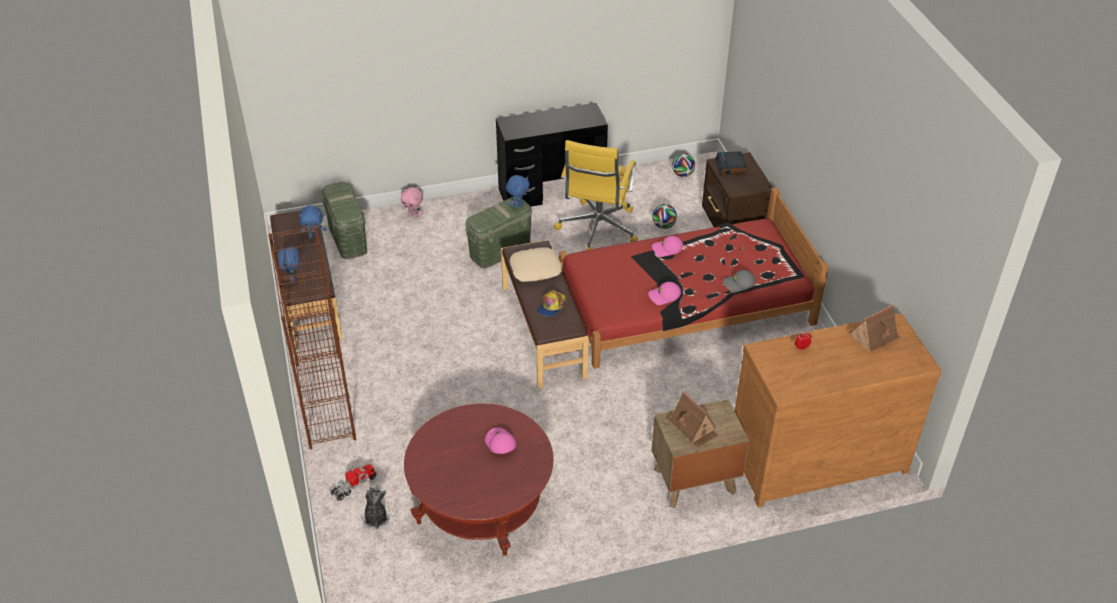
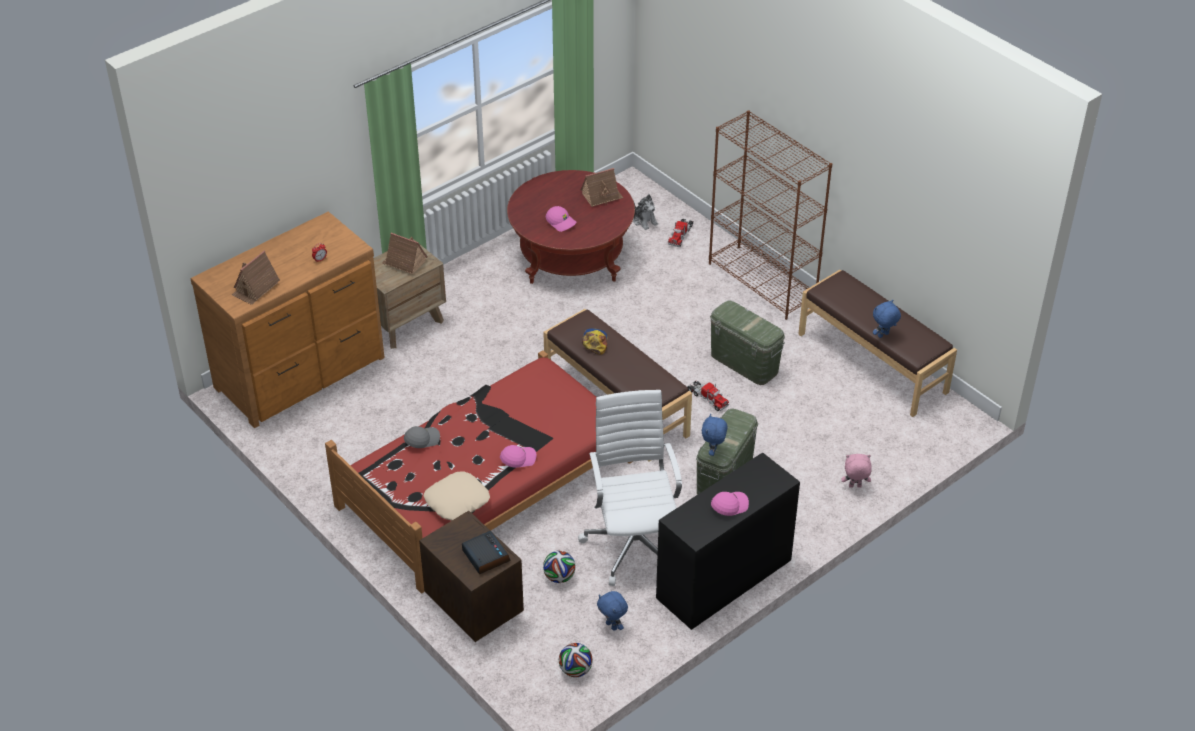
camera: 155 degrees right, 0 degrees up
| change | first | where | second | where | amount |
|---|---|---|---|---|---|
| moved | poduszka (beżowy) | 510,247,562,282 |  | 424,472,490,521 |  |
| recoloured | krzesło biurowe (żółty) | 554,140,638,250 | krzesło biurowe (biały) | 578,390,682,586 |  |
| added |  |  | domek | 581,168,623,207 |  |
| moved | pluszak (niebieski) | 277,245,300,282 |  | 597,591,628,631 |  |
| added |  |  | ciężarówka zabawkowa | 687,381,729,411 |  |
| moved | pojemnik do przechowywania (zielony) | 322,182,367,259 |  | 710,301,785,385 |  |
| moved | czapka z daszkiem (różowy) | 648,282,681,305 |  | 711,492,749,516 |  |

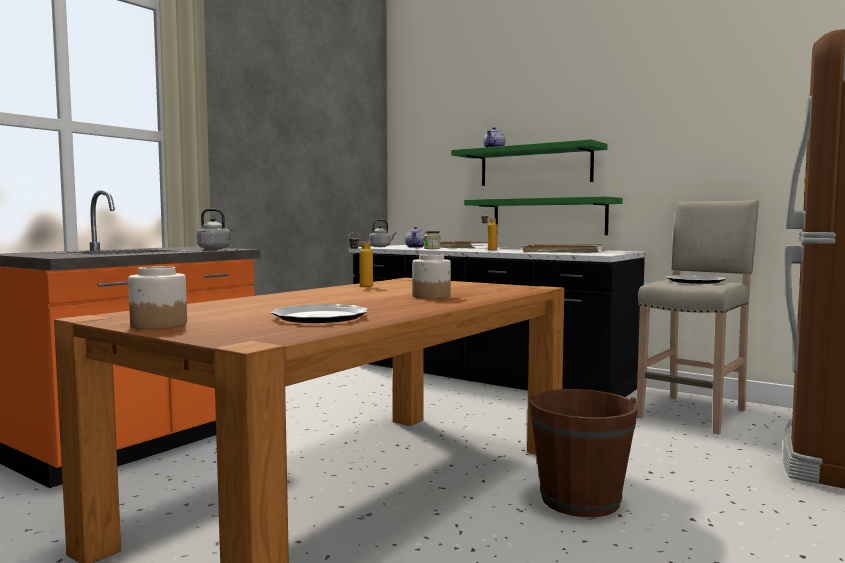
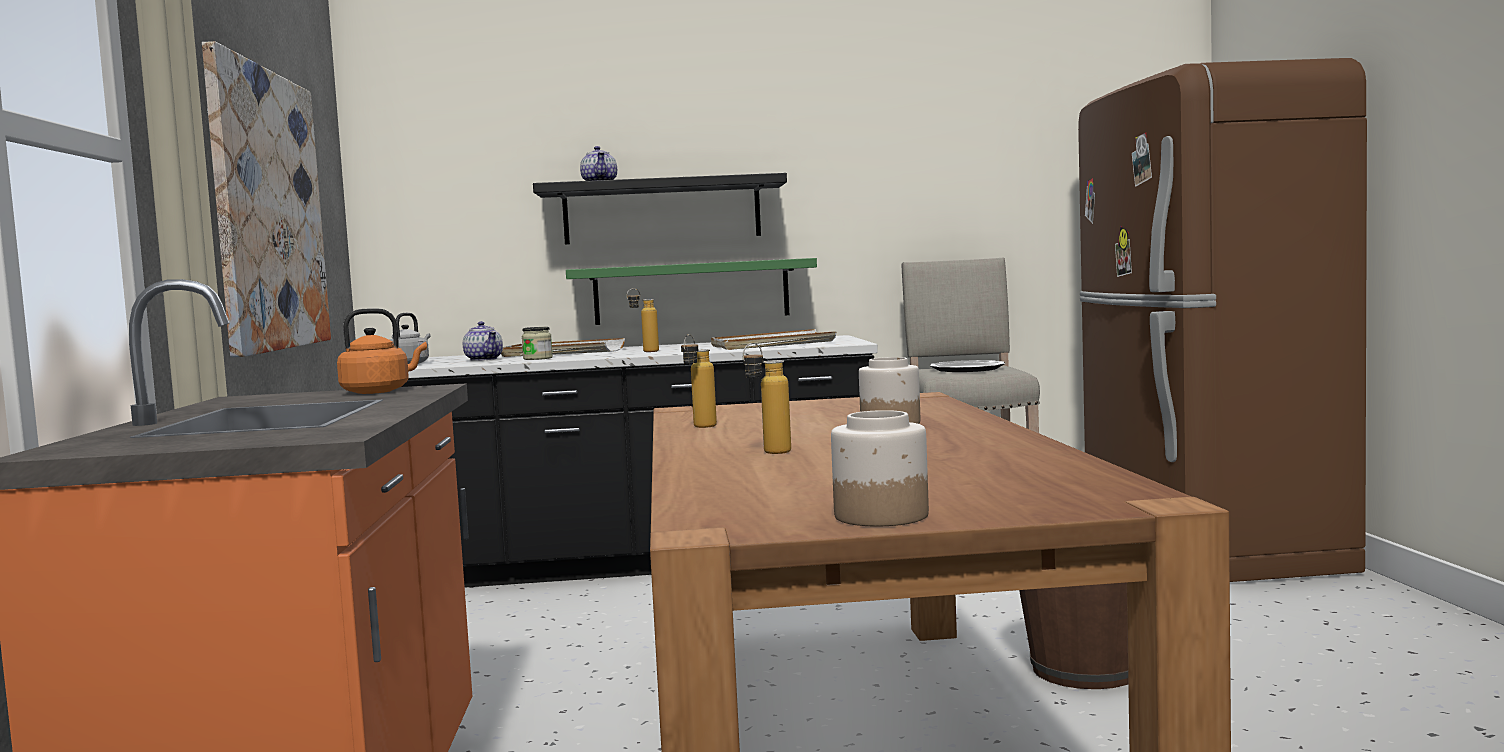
camera: 40 degrees left, 0 degrees up
| change | first | where | second | where | amount |
|---|---|---|---|---|---|
| added |  |  | obraz | 202,41,331,357 |  |
| recoloured | czajnik (szary) | 197,209,236,249 | czajnik (pomarańczowy) | 337,308,427,394 |  |
| recoloured | półka (zielony) | 451,139,608,186 | półka (czarny) | 533,173,787,245 |  |
| added |  |  | butelka | 743,343,791,454 |  |
| removed | talerz | 271,304,368,323 |  |  |  |

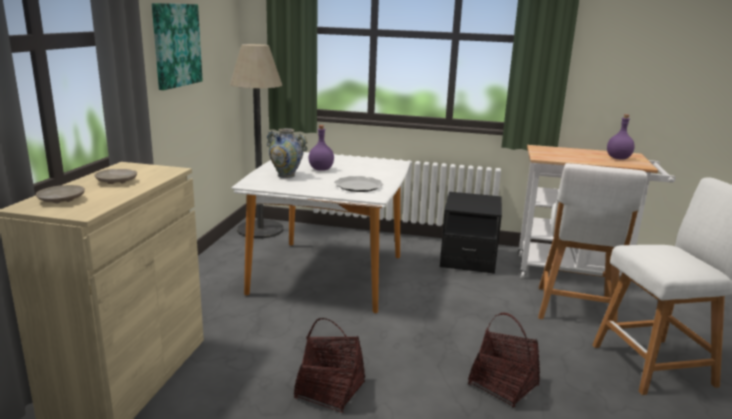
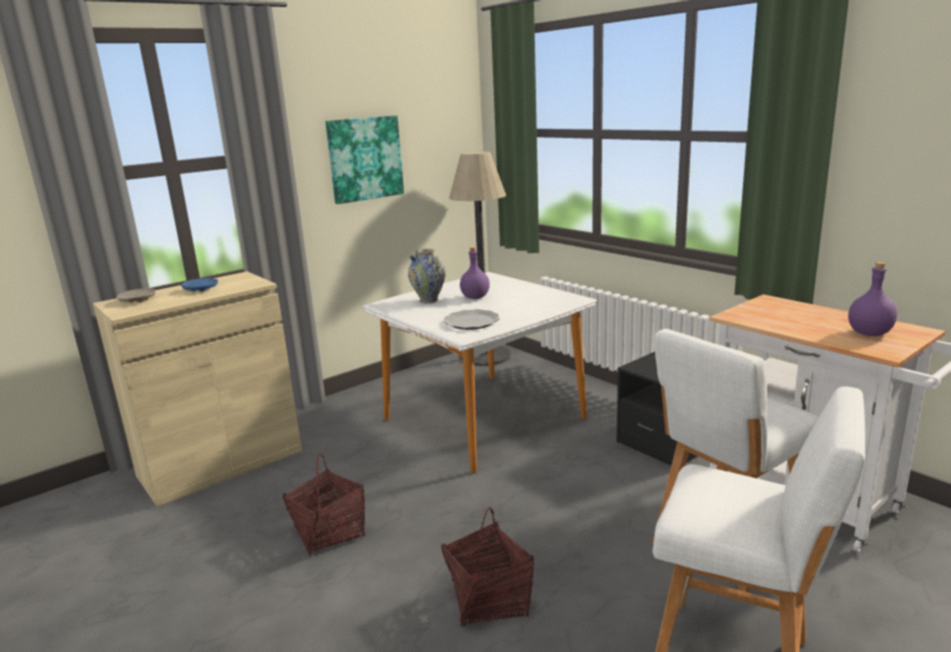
camera: 40 degrees right, 0 degrees up
| change | first | where | second | where | amount |
|---|---|---|---|---|---|
| recoloured | talerz (beżowy) | 95,169,137,184 | talerz (niebieski) | 181,278,218,292 |  |

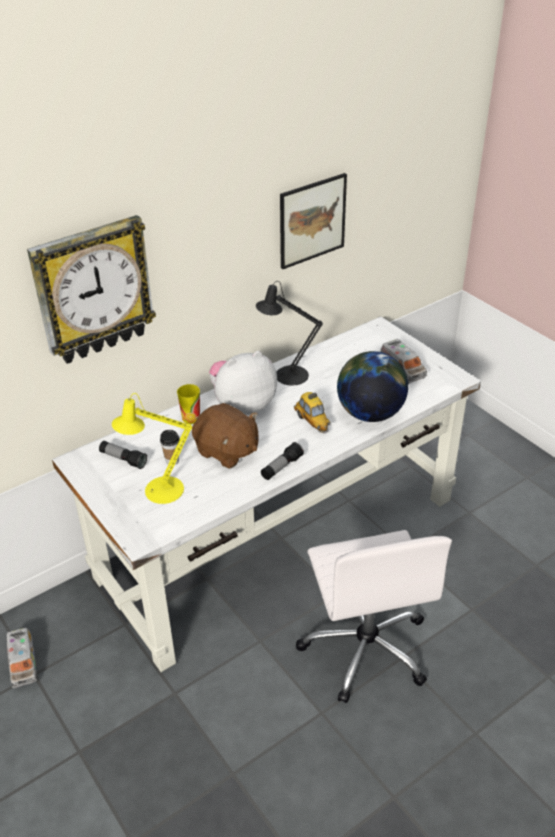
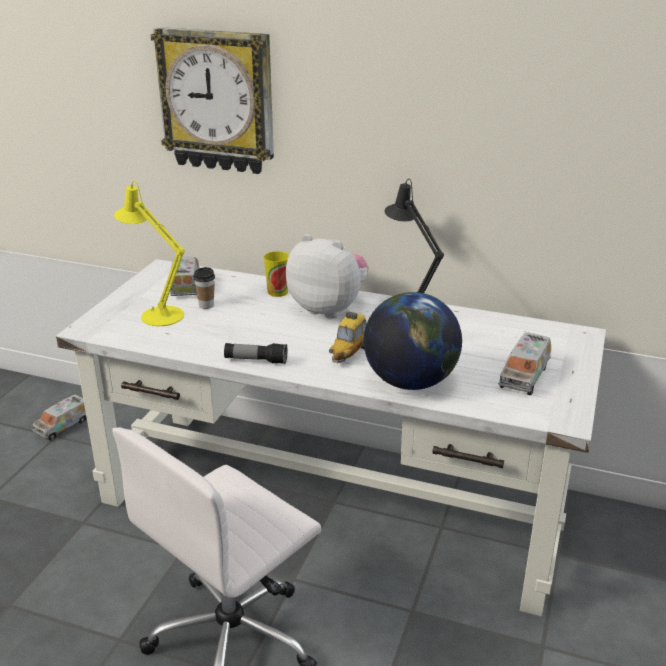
camera: 55 degrees right, 10 degrees down
| change | first | where | second | where | amount |
|---|---|---|---|---|---|
| replaced | latarka | 99,441,147,469 | ciężarówka zabawkowa | 170,256,200,296 |  |
| removed | pluszak (brązowy) | 192,403,258,469 |  |  |  |
| removed | obraz | 280,173,347,269 |  |  |  |

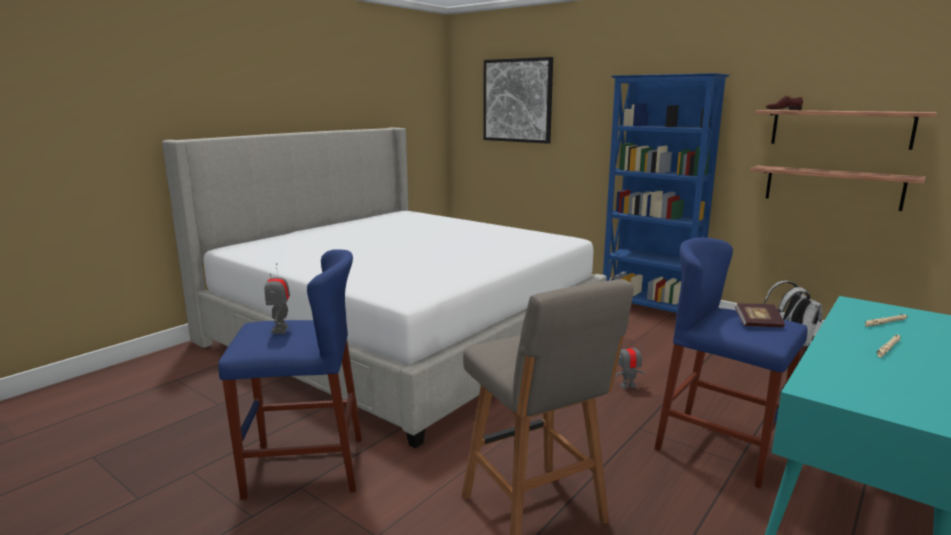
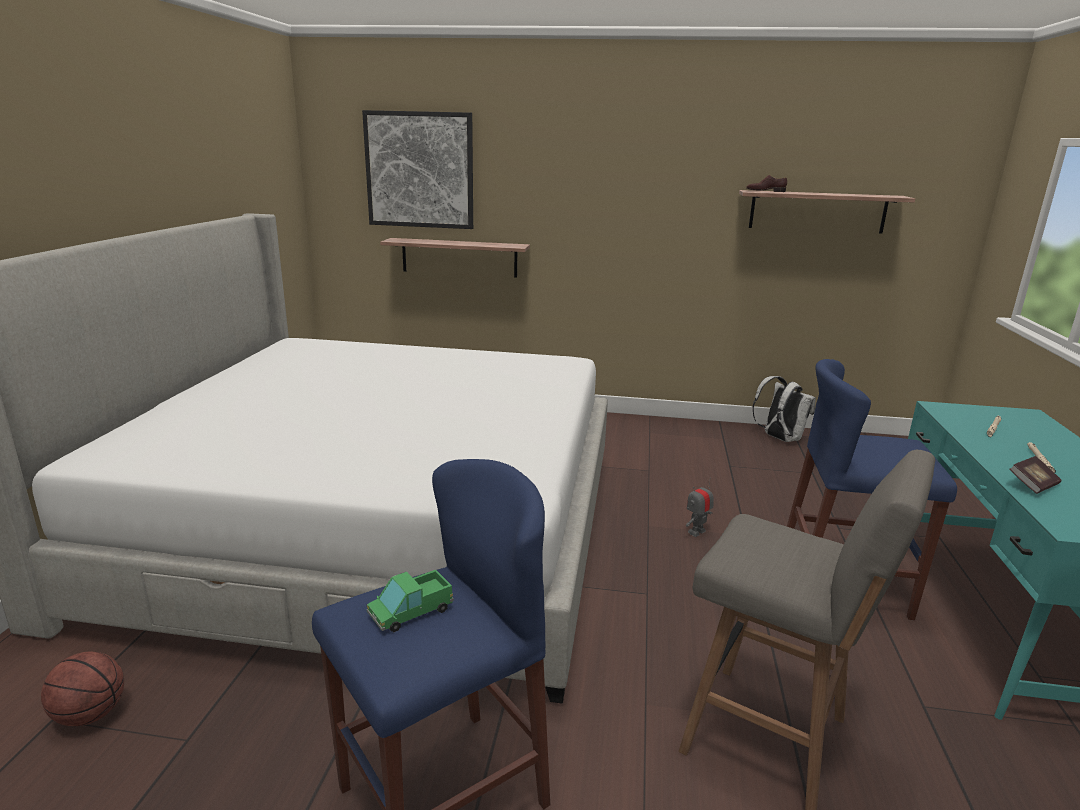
camera: 30 degrees left, 5 degrees up
| change | first | where | second | where | amount |
|---|---|---|---|---|---|
| added |  |  | piłka do koszykówki | 41,652,124,726 |  |
| replaced | robot zabawkowy | 264,263,290,334 | ciężarówka zabawkowa | 367,570,454,632 |  |
| moved | półka | 750,166,926,211 |  | 380,238,530,278 |  |
| moved | książka | 735,303,785,327 |  | 1010,456,1061,494 |  |
| removed | regał (niebieski) | 603,73,730,313 |  |  |  |

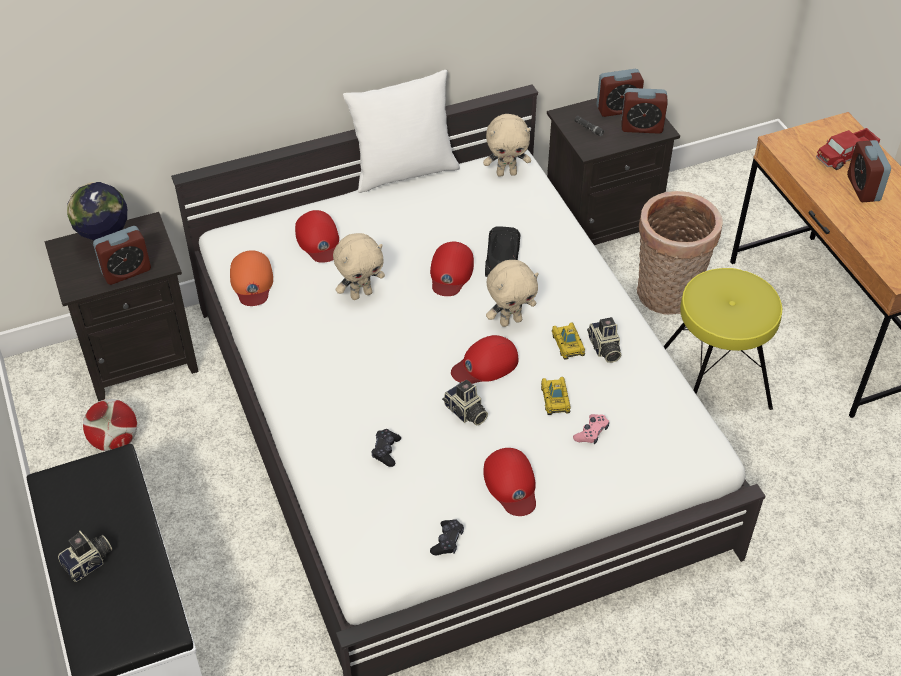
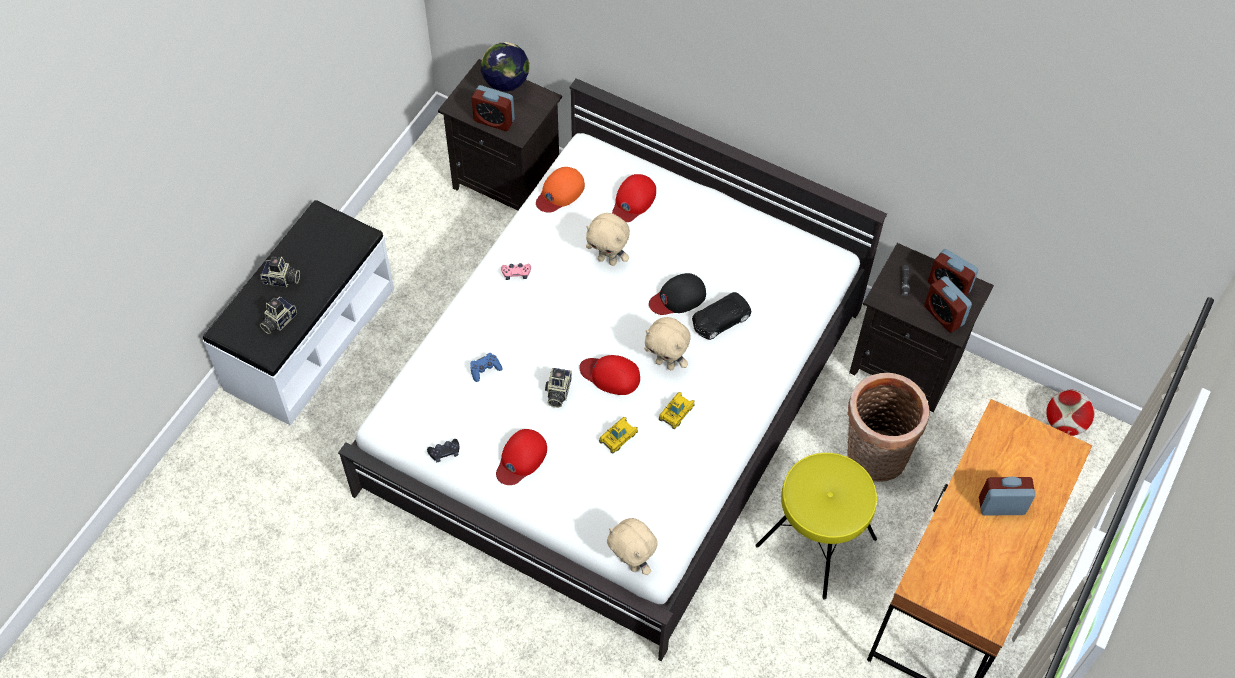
camera: 50 degrees right, 10 degrees up
| change | first | where | second | where | amount |
|---|---|---|---|---|---|
| moved | aparat fotograficzny | 587,317,621,363 |  | 260,297,297,334 |  |
| recoloured | pad do gier (czarny) | 371,429,401,467 | pad do gier (niebieski) | 470,353,503,382 |  |
| moved | pad do gier (różowy) | 573,414,609,444 |  | 501,263,531,280 |  |
| moved | pluszak (beżowy) | 483,114,531,177 |  | 607,518,658,575 |  |
| recoloured | czapka z daszkiem (czerwony) | 430,242,474,296 | czapka z daszkiem (czarny) | 649,273,706,315 |  |
| turned | budzik | 847,140,891,202 |  | 979,477,1035,516 | 45 degrees clockwise |
| moved | piłka futbolowa | 83,399,137,451 |  | 1046,390,1094,436 |  |
| removed | poduszka (biały) | 343,70,460,193 |  |  |  |
| removed | ciężarówka zabawkowa | 816,128,880,170 |  |  |  |

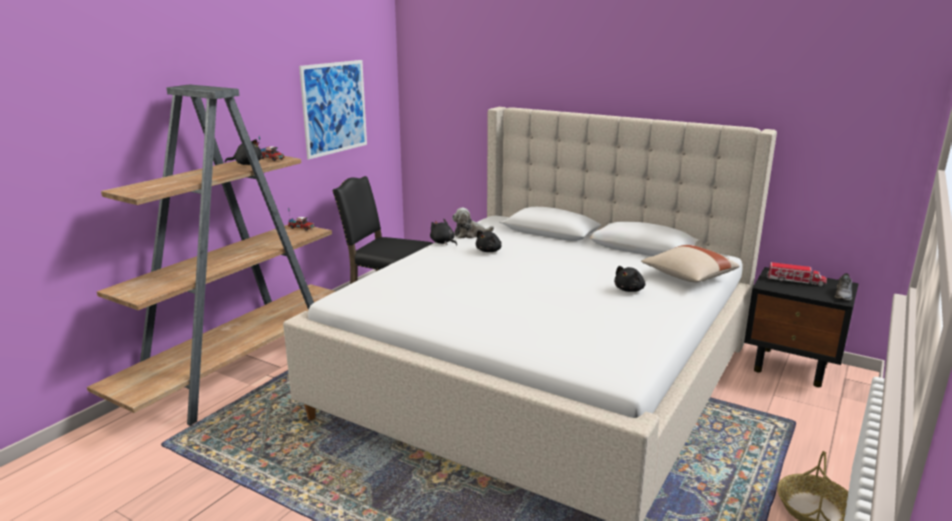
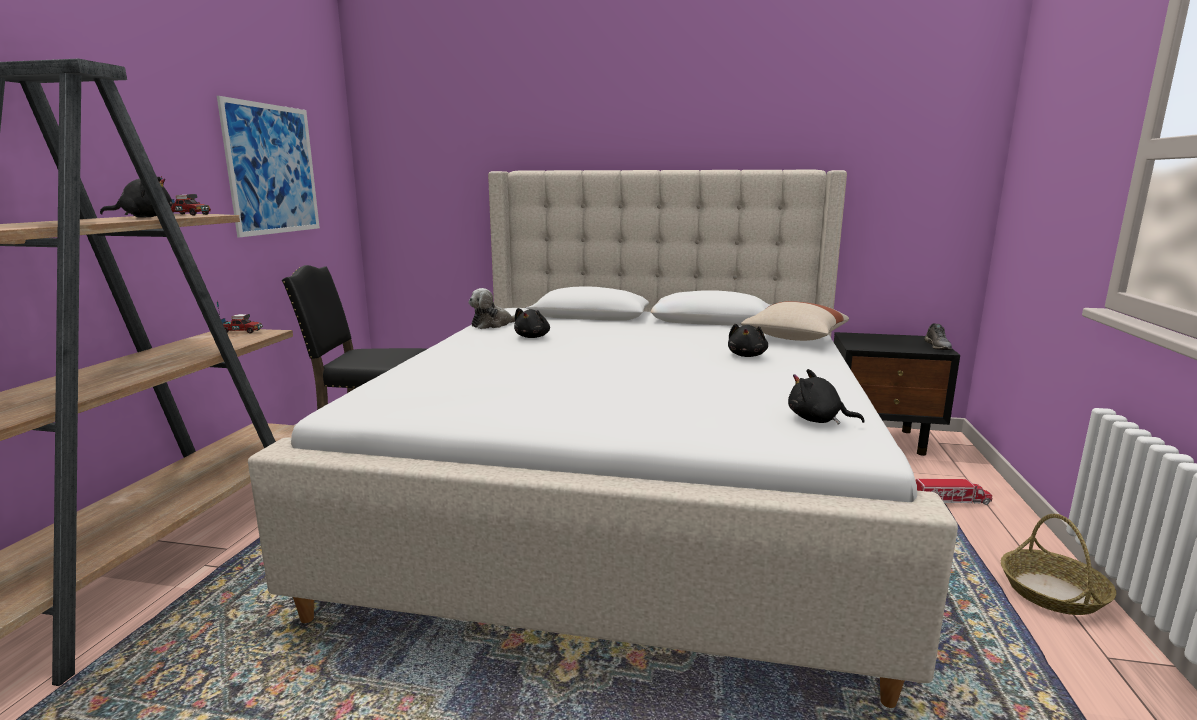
camera: 20 degrees left, 5 degrees down
| change | first | where | second | where | amount |
|---|---|---|---|---|---|
| moved | pluszak (czarny) | 430,219,457,245 |  | 788,369,865,425 |  |
| moved | ciężarówka zabawkowa | 767,262,827,286 |  | 916,479,992,505 |  |

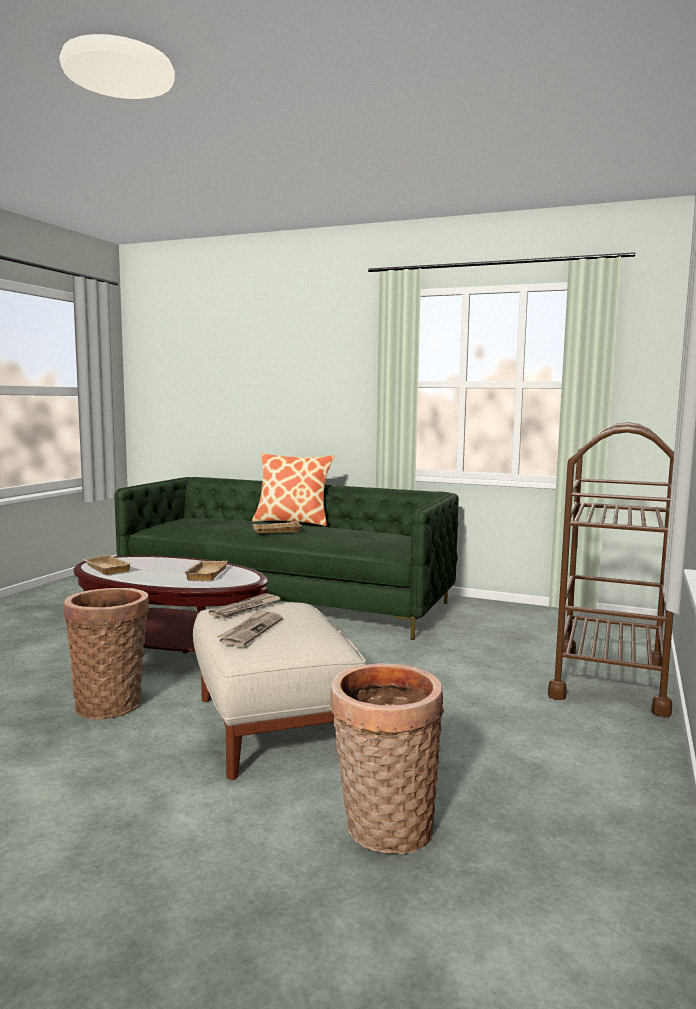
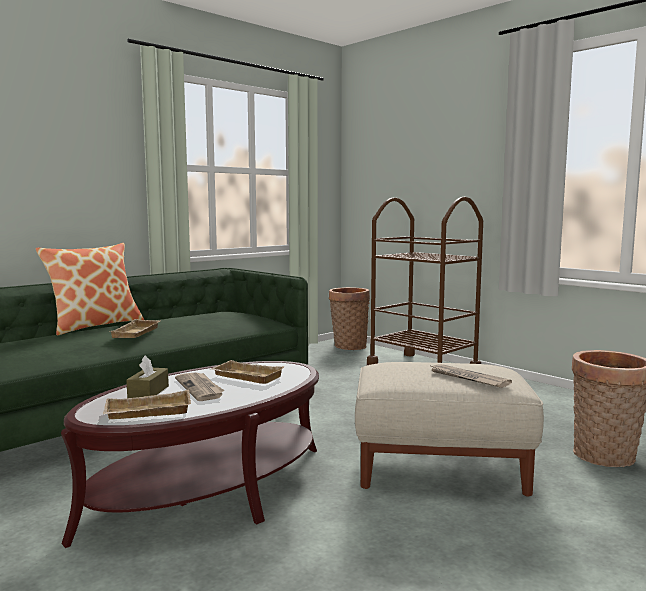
camera: 65 degrees left, 0 degrees up
| change | first | where | second | where | amount |
|---|---|---|---|---|---|
| added |  |  | pudełko chusteczek (brązowy) | 126,355,169,398 |  |
| moved | gazeta | 209,594,280,618 |  | 175,372,224,401 |  |
| moved | koszyk | 64,588,149,720 |  | 329,287,370,350 |  |

